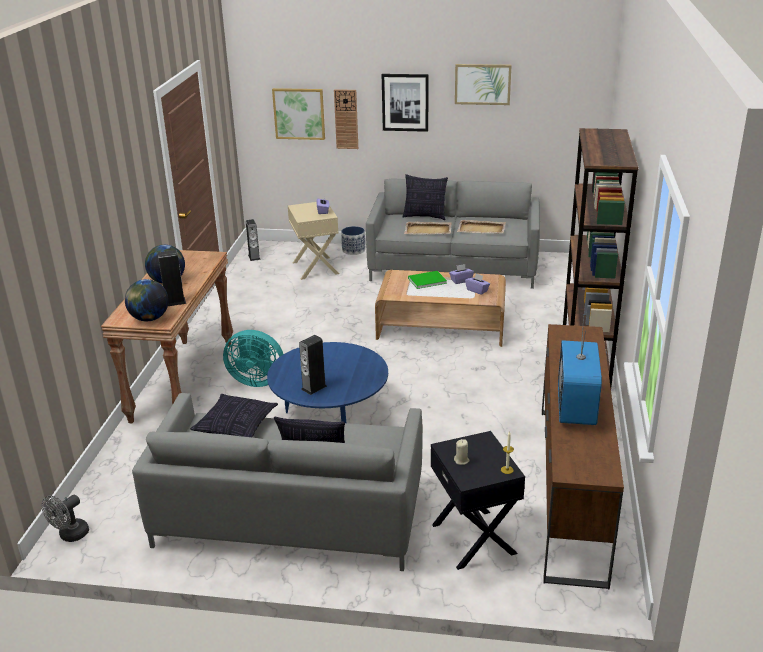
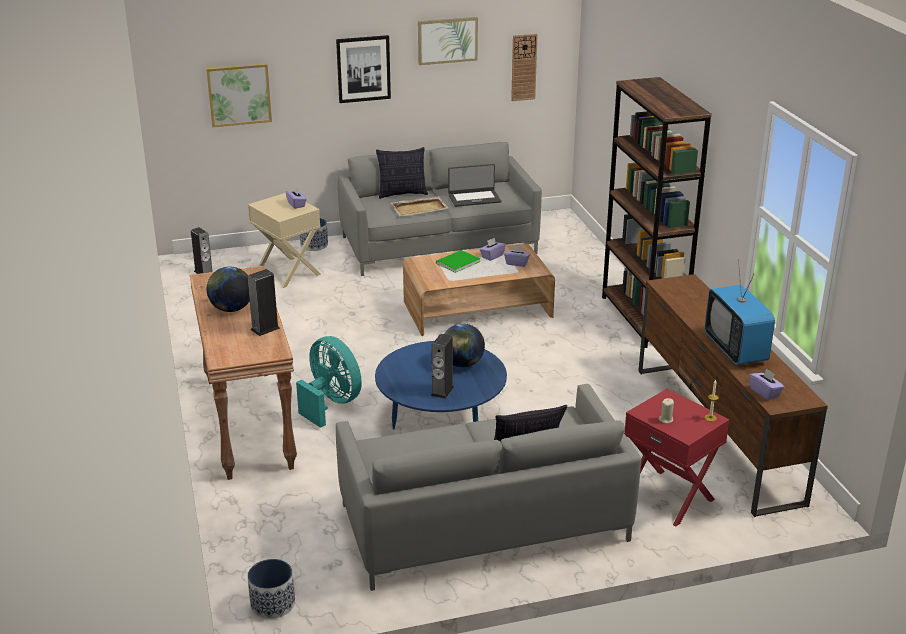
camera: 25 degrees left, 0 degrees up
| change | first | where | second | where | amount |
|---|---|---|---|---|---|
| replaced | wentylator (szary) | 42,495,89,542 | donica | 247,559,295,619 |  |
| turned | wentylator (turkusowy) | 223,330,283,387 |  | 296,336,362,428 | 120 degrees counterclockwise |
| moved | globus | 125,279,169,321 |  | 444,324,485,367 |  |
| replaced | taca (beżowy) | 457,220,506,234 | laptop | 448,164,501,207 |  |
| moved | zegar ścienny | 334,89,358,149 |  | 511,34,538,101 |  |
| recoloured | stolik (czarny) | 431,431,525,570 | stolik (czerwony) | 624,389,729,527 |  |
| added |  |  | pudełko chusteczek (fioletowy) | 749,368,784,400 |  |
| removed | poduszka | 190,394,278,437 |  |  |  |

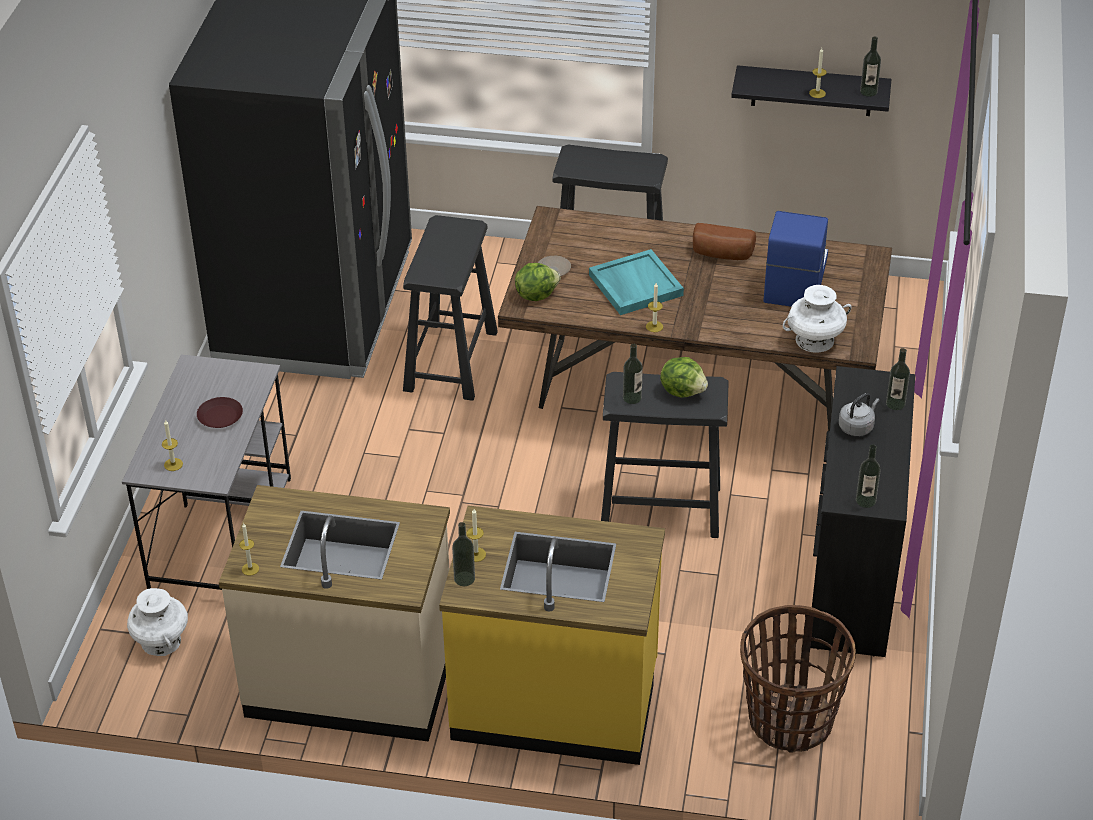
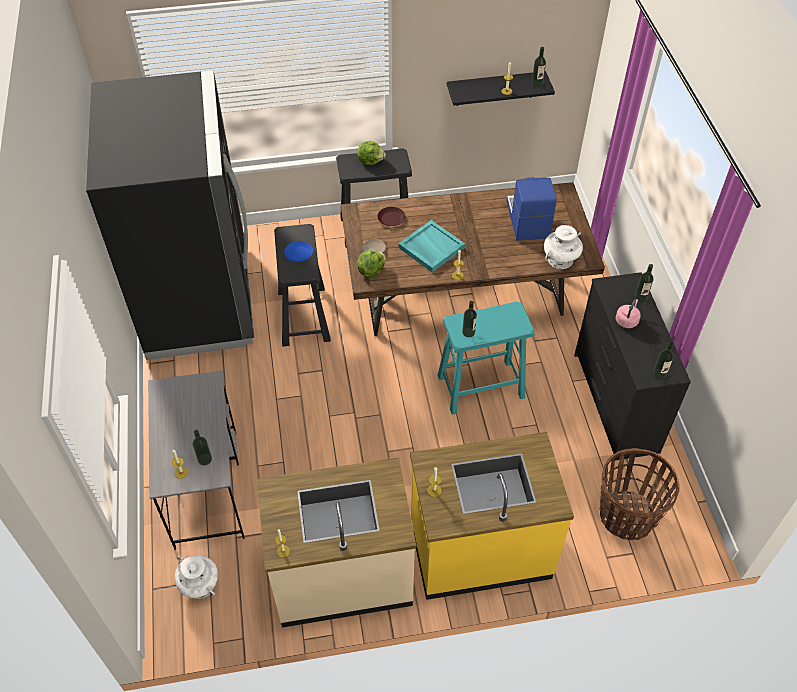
camera: 20 degrees left, 10 degrees up
| change | first | where | second | where | amount |
|---|---|---|---|---|---|
| moved | butelka | 452,522,475,586 |  | 193,430,212,465 |  |
| added |  |  | talerz (niebieski) | 284,241,313,262 |  |
| moved | sałata | 660,357,708,398 |  | 357,141,386,165 |  |
| moved | talerz (brązowy) | 197,397,243,428 |  | 377,207,405,226 |  |
| recoloured | stołek (czarny) | 601,372,729,538 | stołek (turkusowy) | 438,302,535,415 |  |
| recoloured | czajnik (szary) | 839,393,879,436 | czajnik (różowy) | 615,299,641,328 |  |
| removed | chleb | 693,223,756,260 |  |  |  |

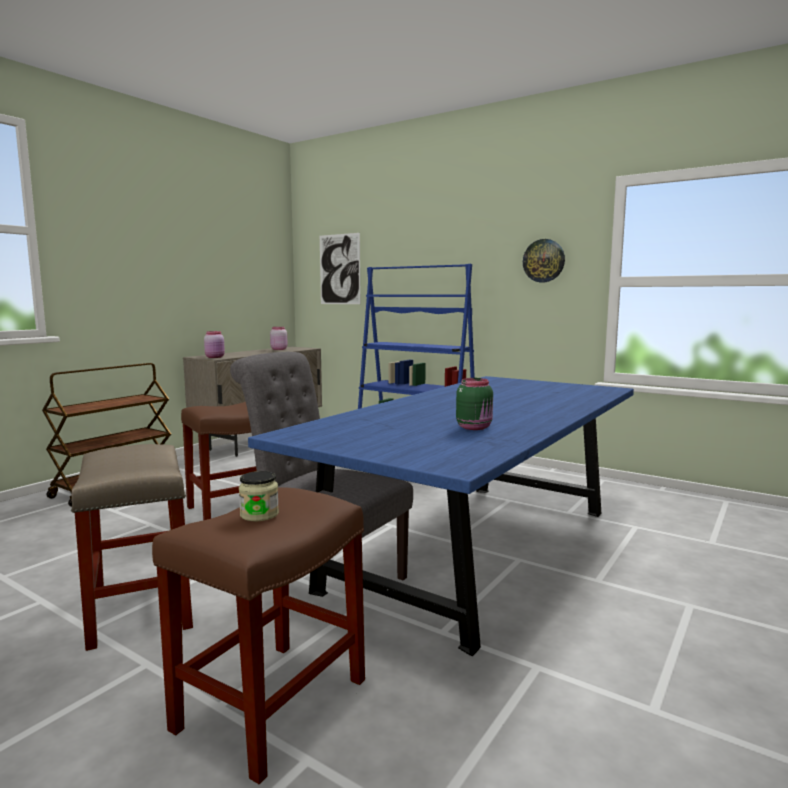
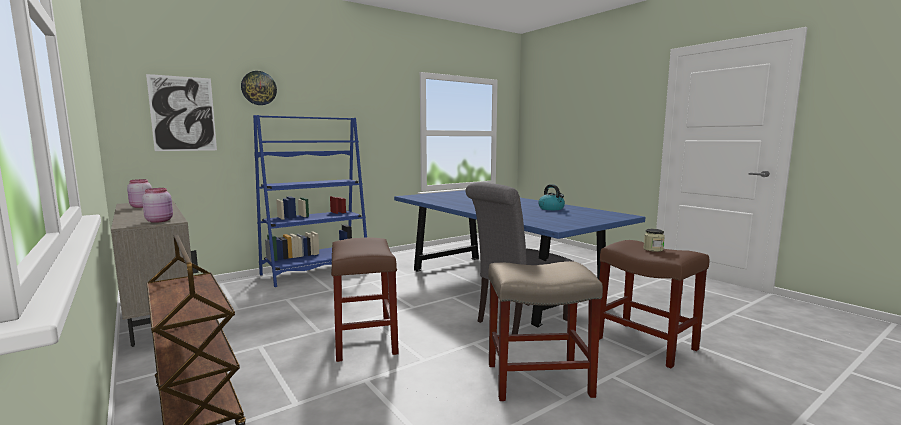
camera: 70 degrees left, 0 degrees up
| change | first | where | second | where | amount |
|---|---|---|---|---|---|
| moved | zegar ścienny | 523,239,565,282 |  | 241,71,277,105 |  |
| replaced | słoik (zielony) | 456,378,493,430 | czajnik | 538,184,565,210 |  |

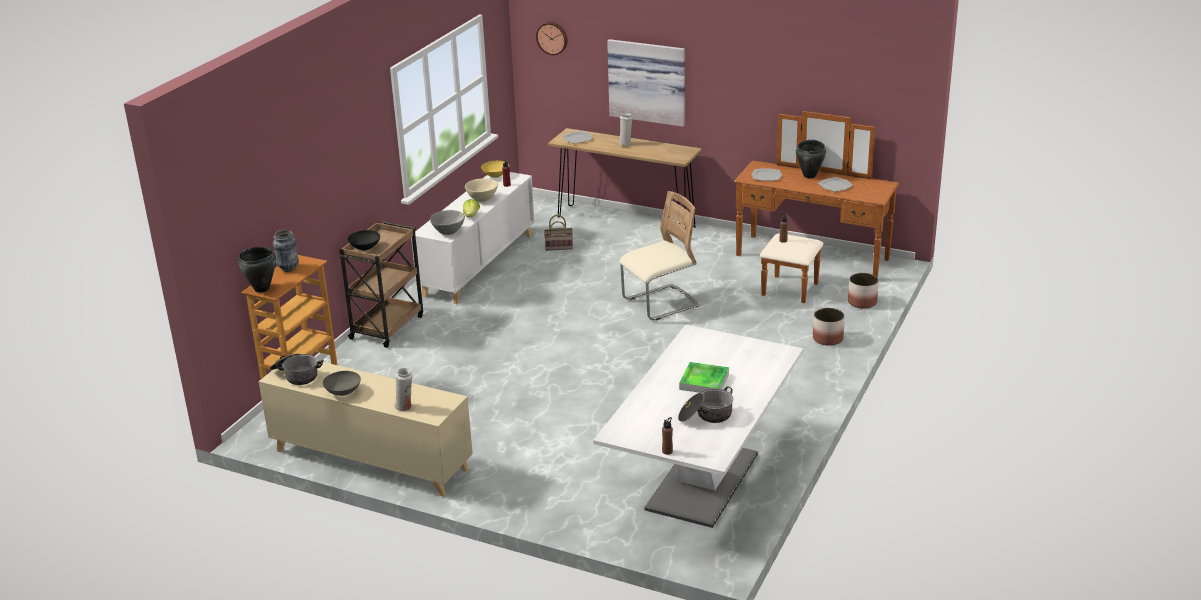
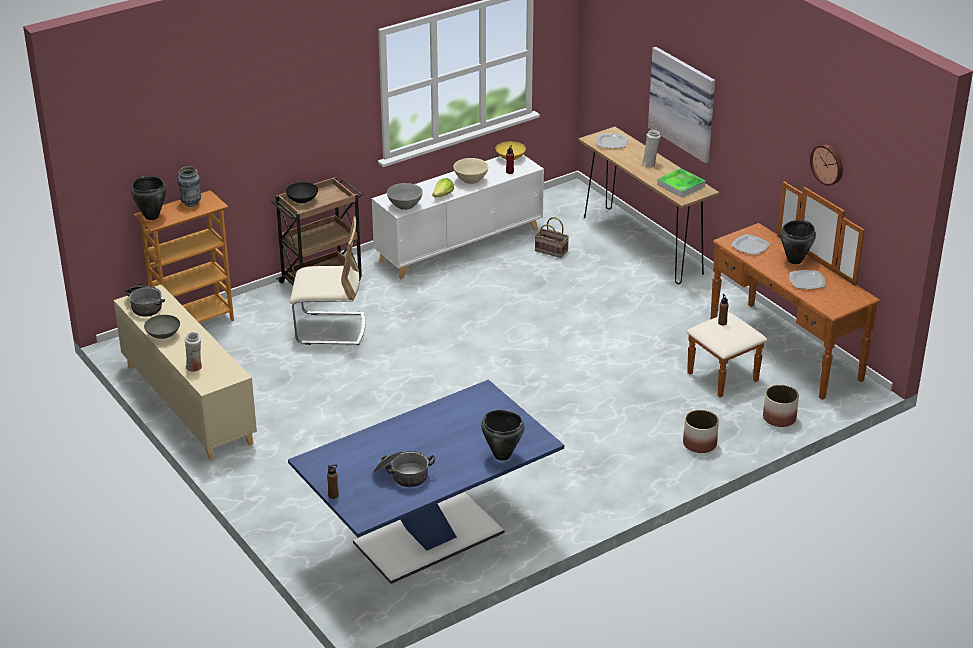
camera: 30 degrees right, 5 degrees up
| change | first | where | second | where | amount |
|---|---|---|---|---|---|
| recoloured | stół jadalny (biały) | 593,325,803,528 | stół jadalny (niebieski) | 288,380,564,584 |  |
| moved | krzesło (beżowy) | 619,191,699,320 |  | 290,217,366,345 |  |
| added |  |  | garnek (czarny) | 481,410,524,461 |  |
| moved | taca | 679,362,729,393 |  | 657,168,706,198 |  |
| moved | zegar ścienny | 536,22,568,55 |  | 810,144,843,186 |  |

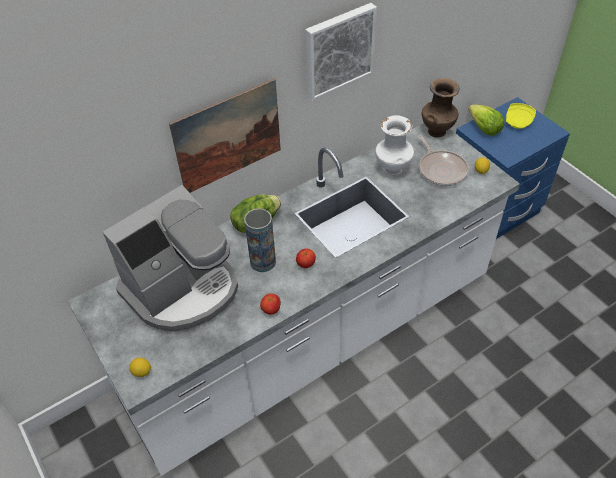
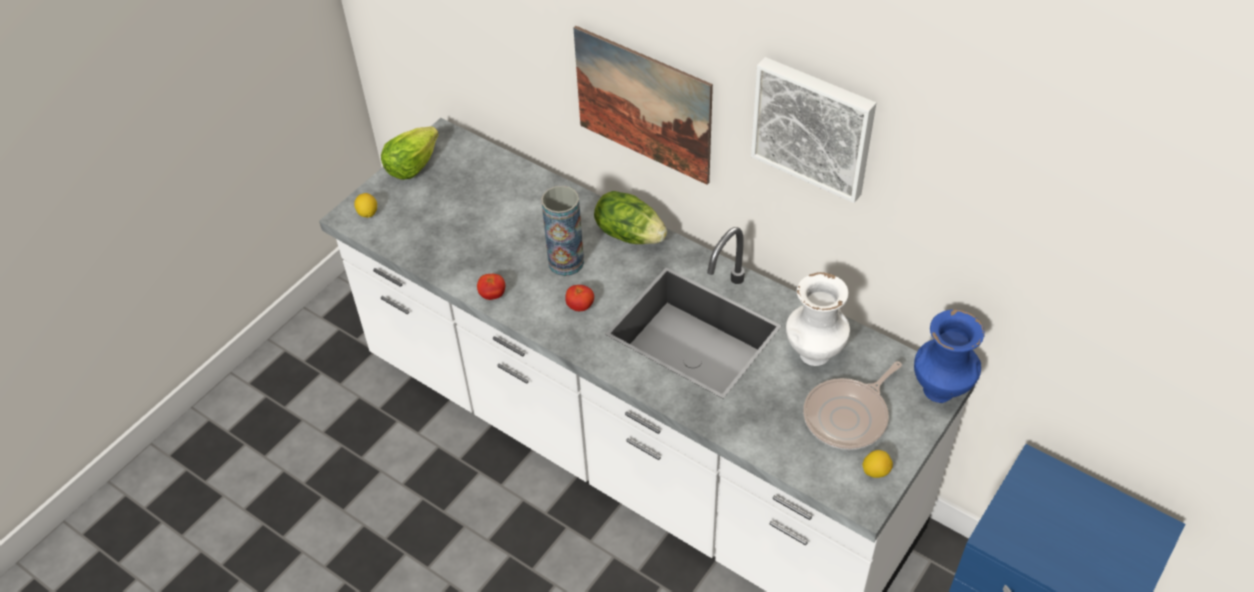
camera: 70 degrees right, 0 degrees up
| change | first | where | second | where | amount |
|---|---|---|---|---|---|
| moved | sałata | 468,104,504,136 |  | 381,126,439,180 |  |
| recoloured | wazon (brązowy) | 422,78,460,138 | wazon (niebieski) | 914,309,985,403 |  |
| removed | ekspres do kawy | 103,185,238,332 |  |  |  |
| removed | talerz (żółty) | 506,103,536,129 |  |  |  |

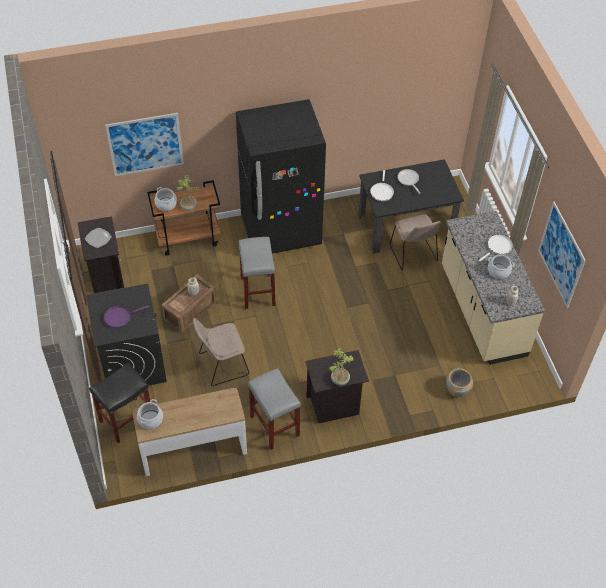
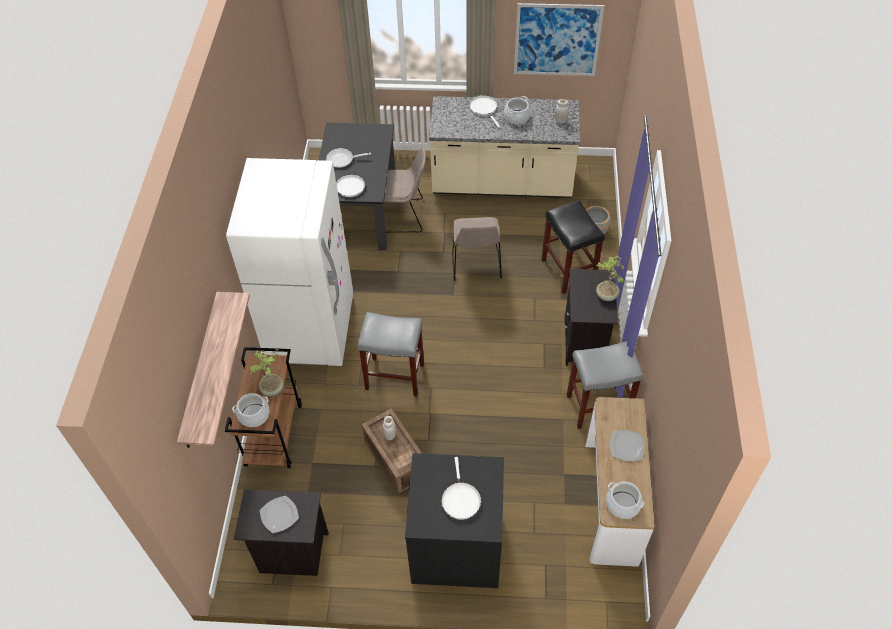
camera: 70 degrees left, 0 degrees up
| change | first | where | second | where | amount |
|---|---|---|---|---|---|
| replaced | obraz | 105,113,184,176 | półka | 177,292,250,448 |  |
| recoloured | lodówka (czarny) | 236,99,326,254 | lodówka (biały) | 226,158,353,366 |  |
| recoloured | patelnia (fioletowy) | 104,305,149,328 | patelnia (biały) | 441,457,481,520 |  |
| moved | krzesło (beżowy) | 193,318,249,386 |  | 452,217,502,281 |  |
| moved | stołek (czarny) | 89,363,150,443 |  | 541,200,605,294 |  |
| added |  |  | talerz | 610,430,645,461 |  |

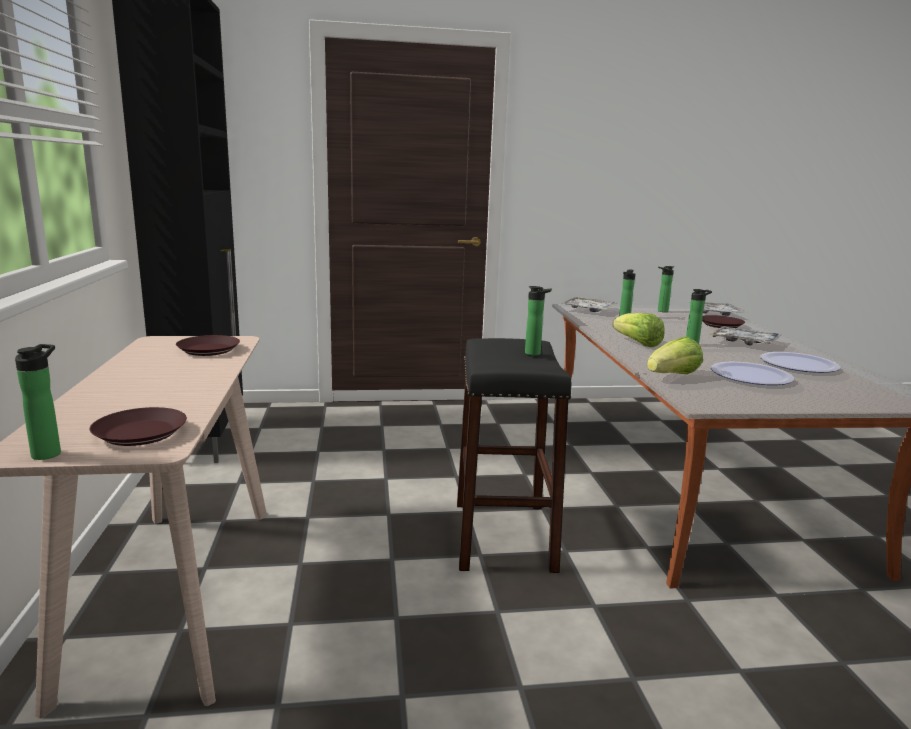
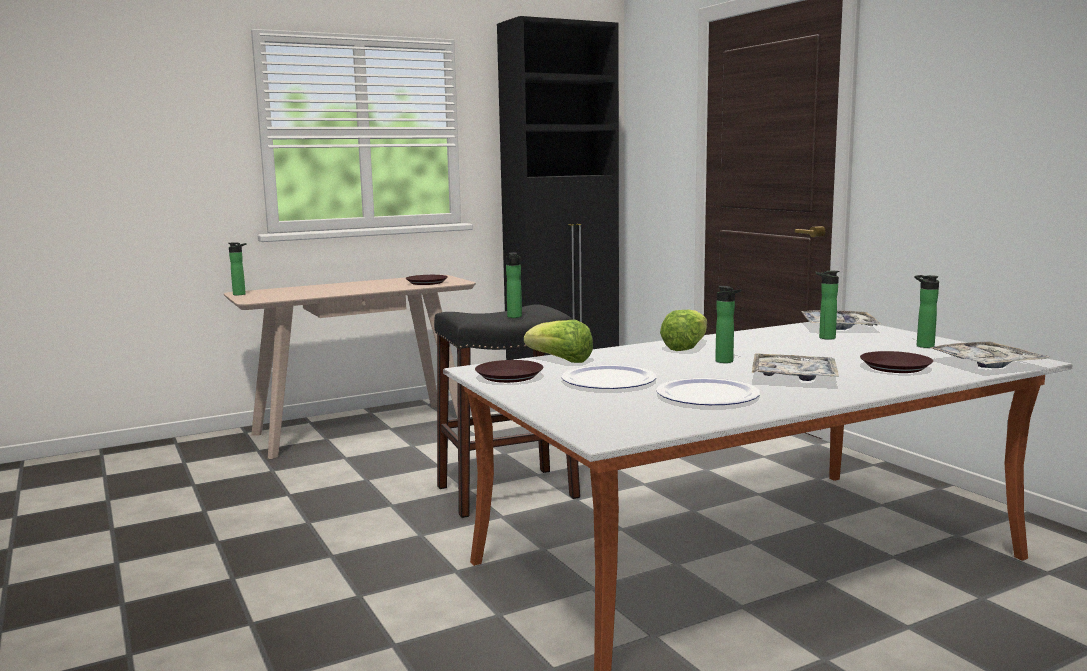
camera: 70 degrees right, 5 degrees down
| change | first | where | second | where | amount |
|---|---|---|---|---|---|
| moved | talerz (brązowy) | 90,407,187,446 |  | 475,360,543,383 |  |

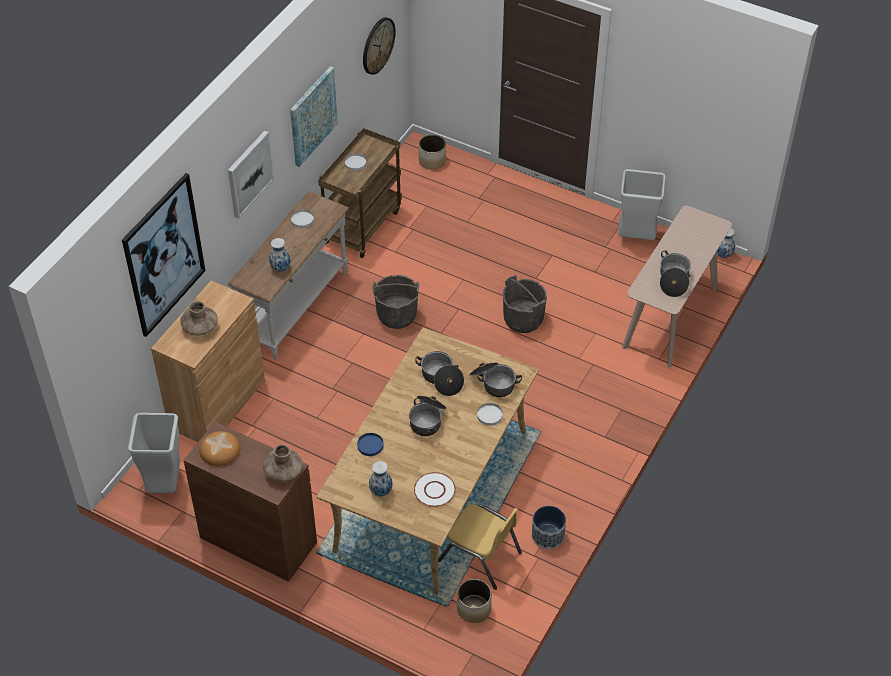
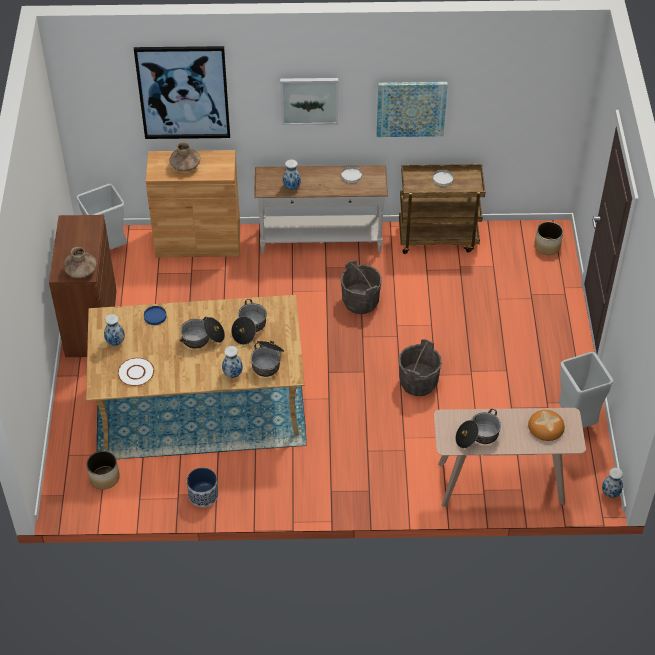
camera: 60 degrees right, 0 degrees up
| change | first | where | second | where | amount |
|---|---|---|---|---|---|
| replaced | talerz (biały) | 477,403,503,426 | wazon | 222,346,243,378 |  |
| moved | chleb | 200,431,240,466 |  | 528,410,565,441 |  |
| removed | zegar ścienny | 363,17,395,75 |  |  |  |
| removed | krzesło (żółty) | 438,504,522,590 |  |  |  |

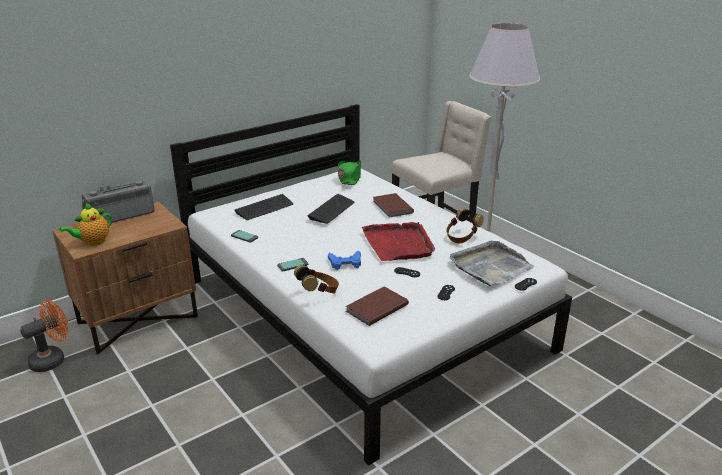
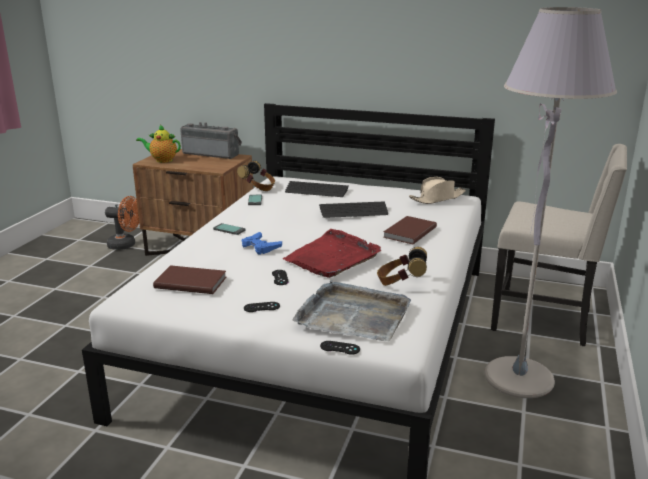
camera: 55 degrees right, 5 degrees down
| change | first | where | second | where | amount |
|---|---|---|---|---|---|
| moved | słuchawki | 294,265,339,293 |  | 237,161,275,191 |  |
| recoloured | kapelusz (zielony) | 338,160,361,185 | kapelusz (beżowy) | 409,177,466,204 |  |

